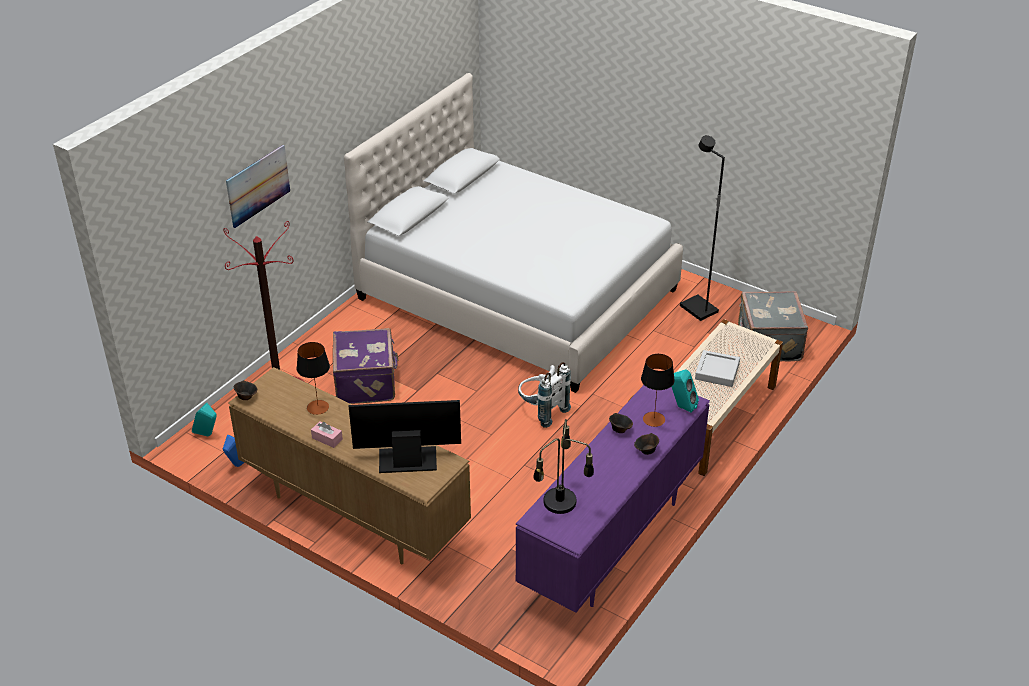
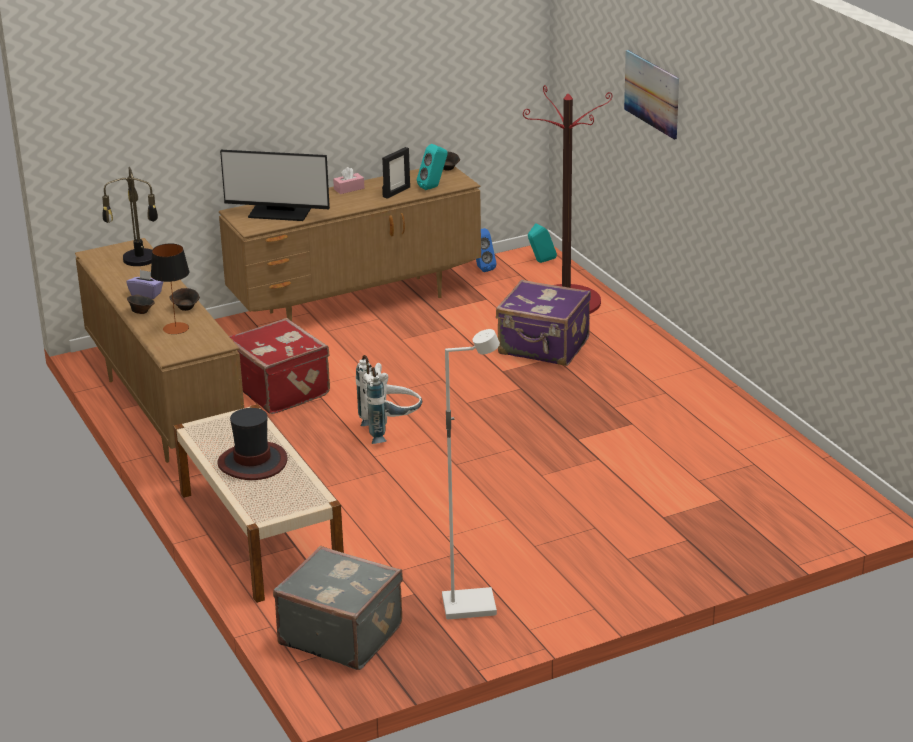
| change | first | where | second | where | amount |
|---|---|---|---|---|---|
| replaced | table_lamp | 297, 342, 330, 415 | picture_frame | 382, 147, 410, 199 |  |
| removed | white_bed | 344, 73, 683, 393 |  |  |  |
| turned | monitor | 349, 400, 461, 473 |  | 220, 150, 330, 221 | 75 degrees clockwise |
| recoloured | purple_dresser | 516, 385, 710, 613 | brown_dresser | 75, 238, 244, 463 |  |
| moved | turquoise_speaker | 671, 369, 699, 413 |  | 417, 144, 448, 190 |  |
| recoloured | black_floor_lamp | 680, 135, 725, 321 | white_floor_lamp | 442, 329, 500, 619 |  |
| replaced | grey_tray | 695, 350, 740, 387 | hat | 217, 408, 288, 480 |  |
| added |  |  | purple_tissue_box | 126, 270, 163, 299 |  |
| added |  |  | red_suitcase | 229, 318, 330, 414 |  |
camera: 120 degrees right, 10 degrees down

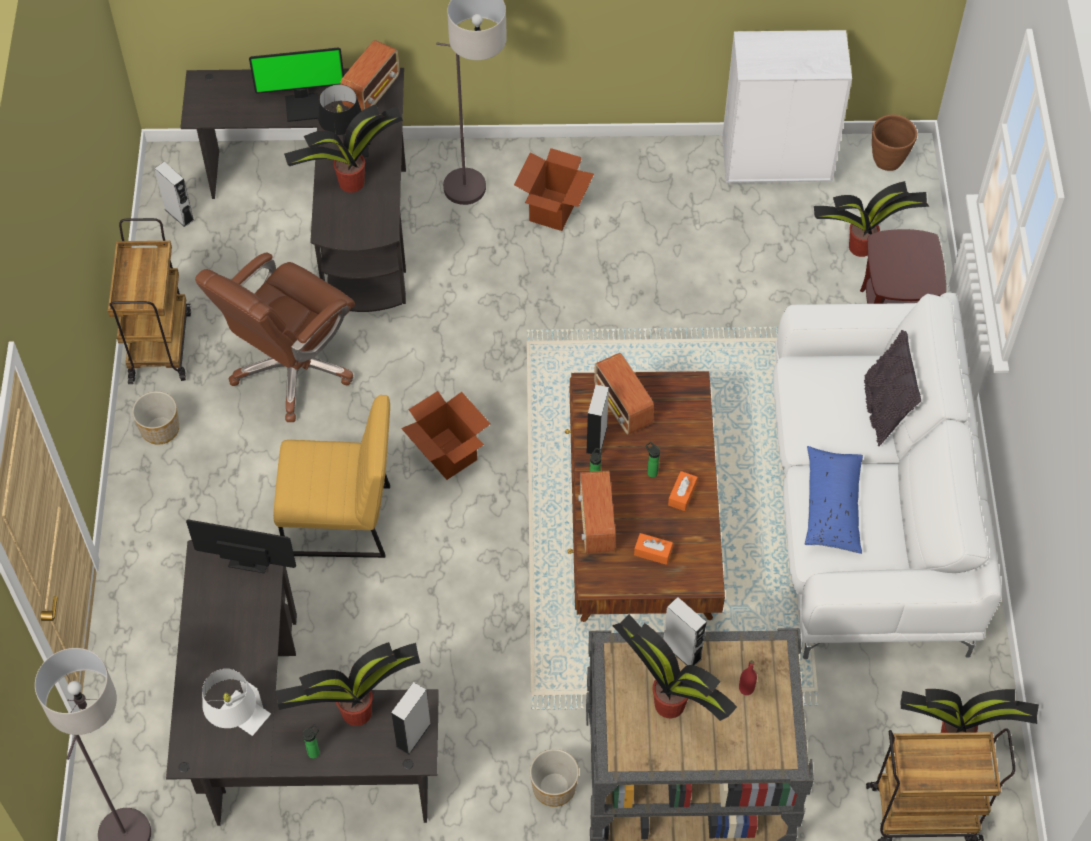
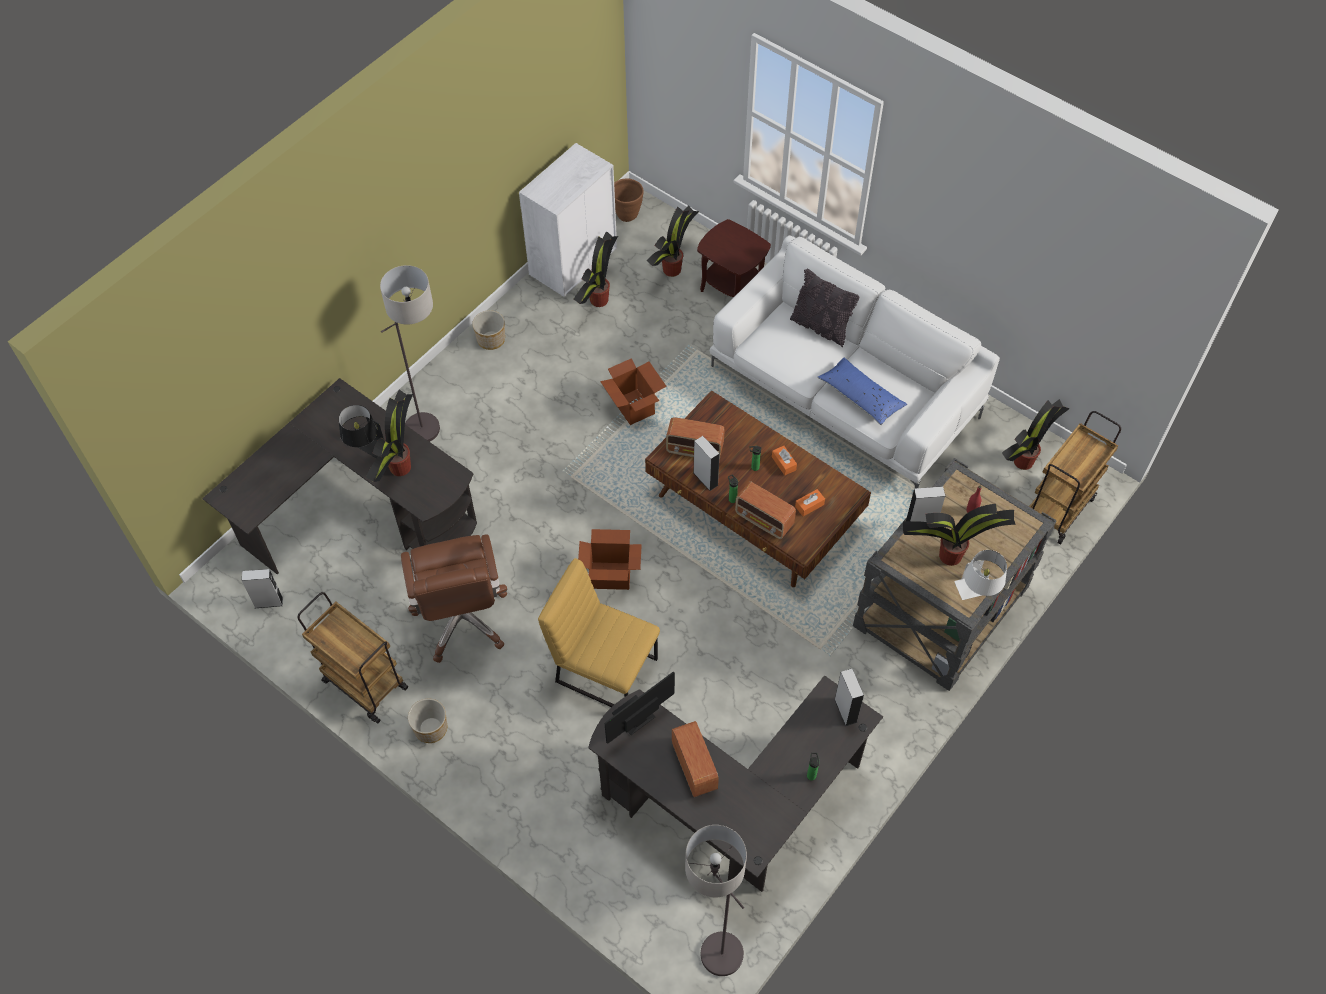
| change | first | where | second | where | amount |
|---|---|---|---|---|---|
| moved | white_table_lamp | 202, 669, 271, 736 |  | 954, 550, 1007, 600 |  |
| removed | monitor | 249, 47, 344, 122 |  |  |  |
| turned | yellow_chair | 273, 395, 390, 558 |  | 538, 558, 660, 707 | 105 degrees counterclockwise |
| moved | potted_plant | 276, 642, 420, 726 |  | 574, 231, 618, 307 |  |
| moved | radio | 340, 40, 400, 111 |  | 672, 721, 719, 797 |  |
| moved | cardboard_box | 514, 148, 594, 231 |  | 600, 358, 667, 425 |  |
| moved | planter | 530, 749, 579, 807 |  | 472, 310, 505, 350 |  |
camera: 50 degrees left, 0 degrees up

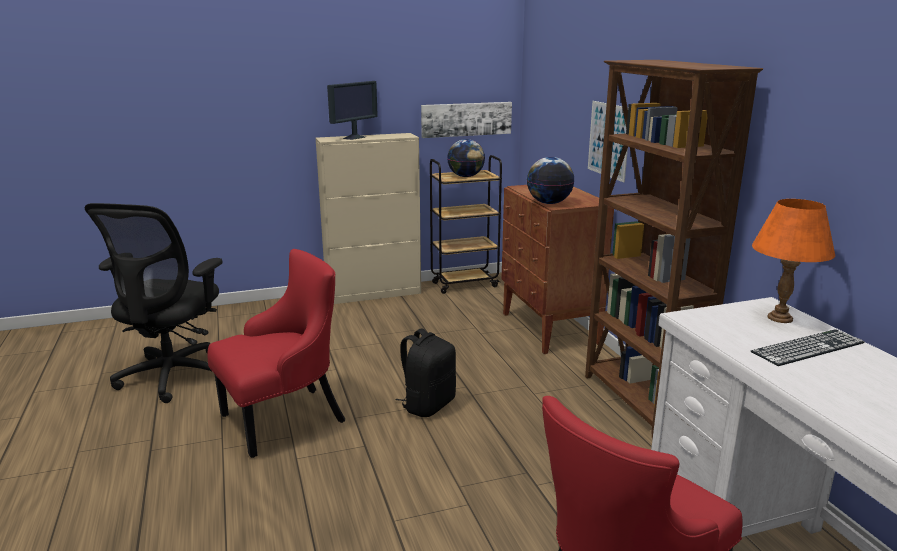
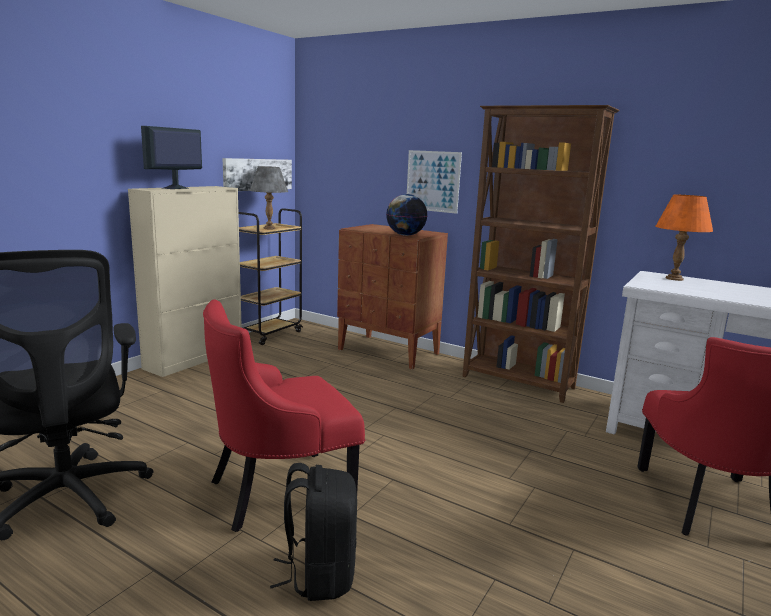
| change | first | where | second | where | amount |
|---|---|---|---|---|---|
| turned | red_chair | 207, 249, 345, 458 |  | 203, 300, 365, 532 | 135 degrees counterclockwise |
| turned | monitor | 327, 81, 378, 140 |  | 141, 126, 202, 189 | 150 degrees counterclockwise |
| moved | black_backpack | 395, 328, 456, 417 |  | 270, 463, 357, 601 |  |
| replaced | globe | 447, 139, 485, 177 | grey_table_lamp | 250, 166, 288, 229 |  |
| removed | keyboard | 751, 329, 865, 366 |  |  |  |
camera: 40 degrees left, 5 degrees down

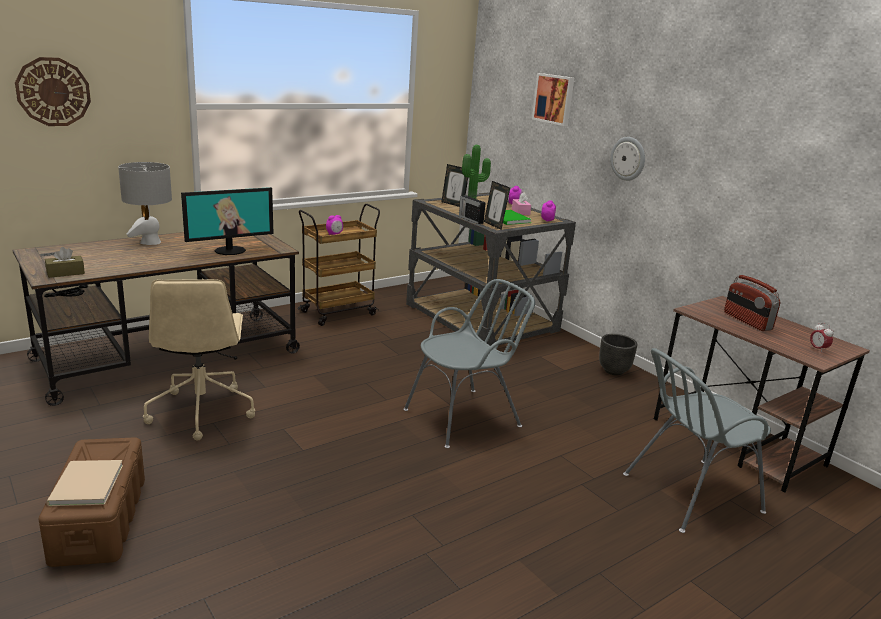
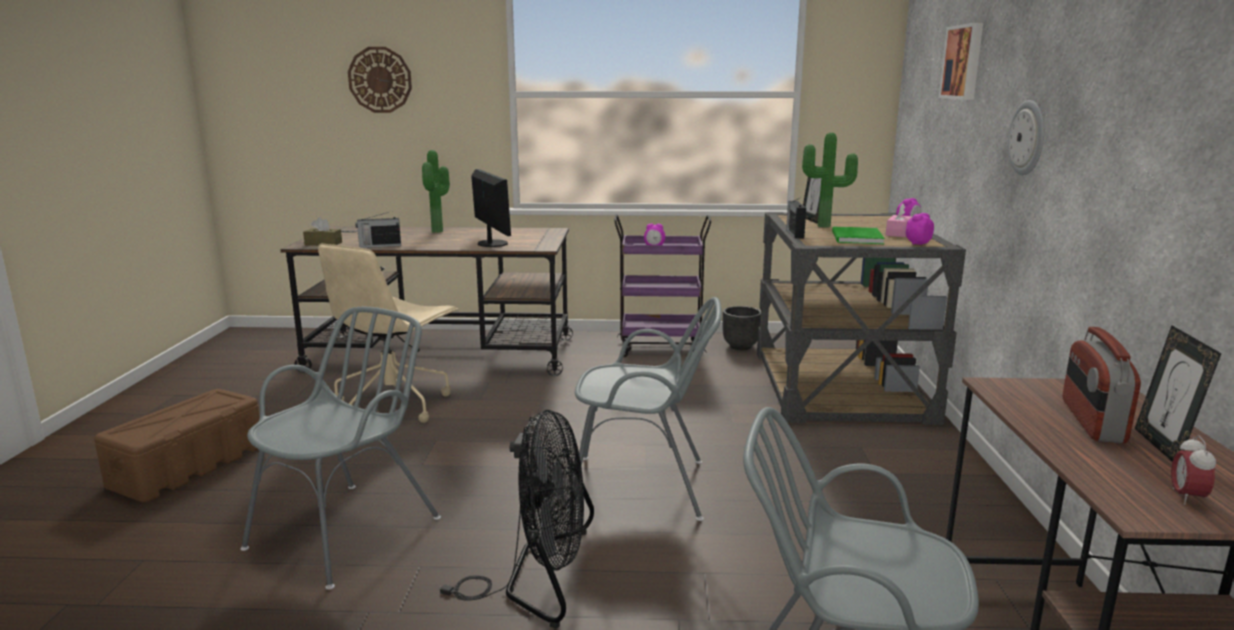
| change | first | where | second | where | amount |
|---|---|---|---|---|---|
| removed | beige_book | 46, 460, 123, 506 |  |  |  |
| replaced | grey_table_lamp | 118, 162, 172, 245 | potted_plant | 422, 150, 450, 233 |  |
| turned | monitor | 181, 187, 274, 255 |  | 471, 169, 511, 247 | 120 degrees counterclockwise |
| recoloured | brown_cart | 297, 204, 380, 326 | purple_cart | 614, 214, 711, 357 |  |
| moved | picture_frame | 484, 181, 510, 230 |  | 1134, 325, 1222, 462 |  |
| moved | black_planter | 599, 334, 637, 376 |  | 722, 306, 761, 350 |  |
| added |  |  | grey_chair | 240, 307, 441, 590 |  |
| added |  |  | radio | 355, 212, 401, 248 |  |
| added |  |  | black_fan | 438, 410, 594, 629 |  |
camera: 40 degrees right, 5 degrees down

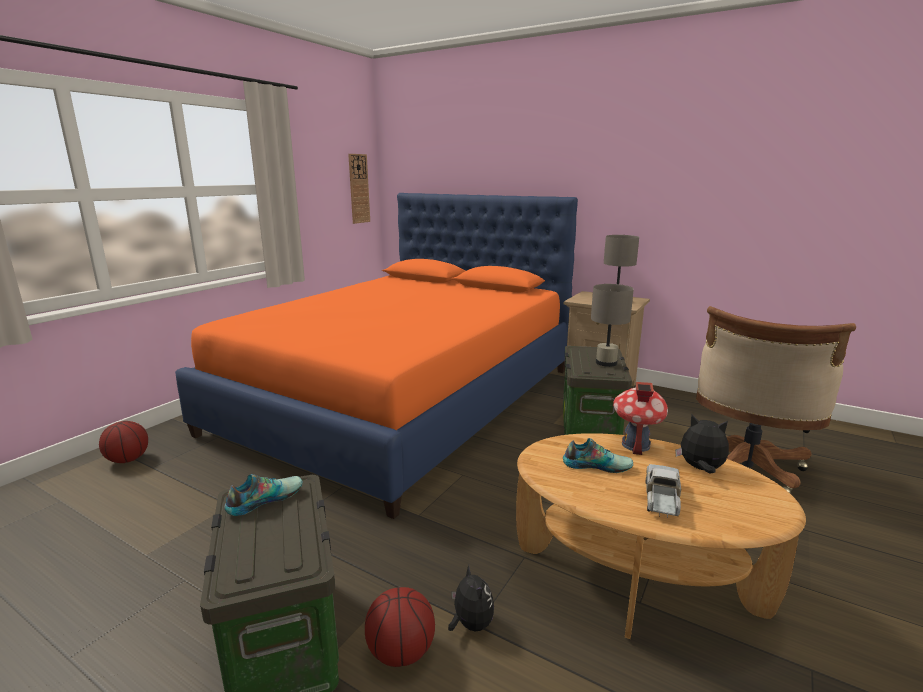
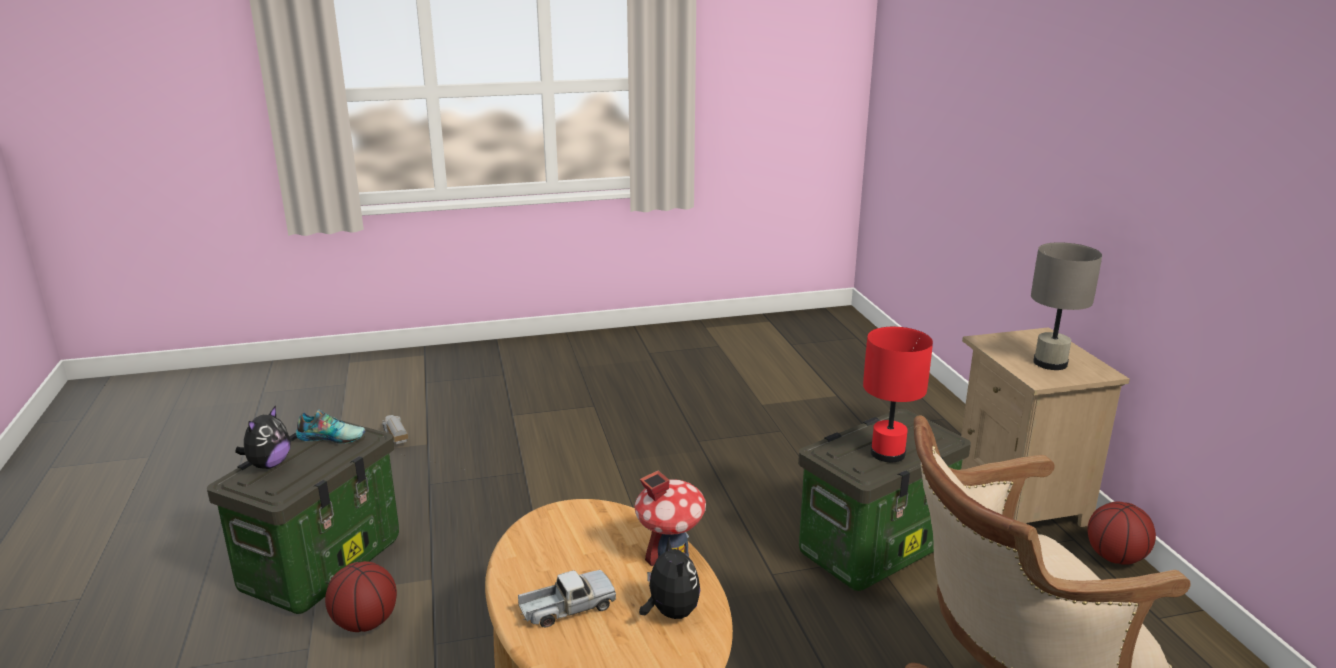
| change | first | where | second | where | amount |
|---|---|---|---|---|---|
| moved | basketball | 99, 421, 148, 463 |  | 1088, 502, 1156, 565 |  |
| removed | orange_bed | 175, 193, 578, 519 |  |  |  |
| removed | wall_clock | 348, 154, 370, 224 |  |  |  |
| moved | plush_toy | 448, 565, 494, 631 |  | 235, 405, 291, 469 |  |
| removed | shoe | 563, 438, 633, 473 |  |  |  |
| recoloured | grey_table_lamp | 591, 284, 634, 367 | red_table_lamp | 863, 327, 933, 462 |  |
| added |  |  | toy_truck | 382, 415, 408, 444 |  |
camera: 45 degrees right, 5 degrees up

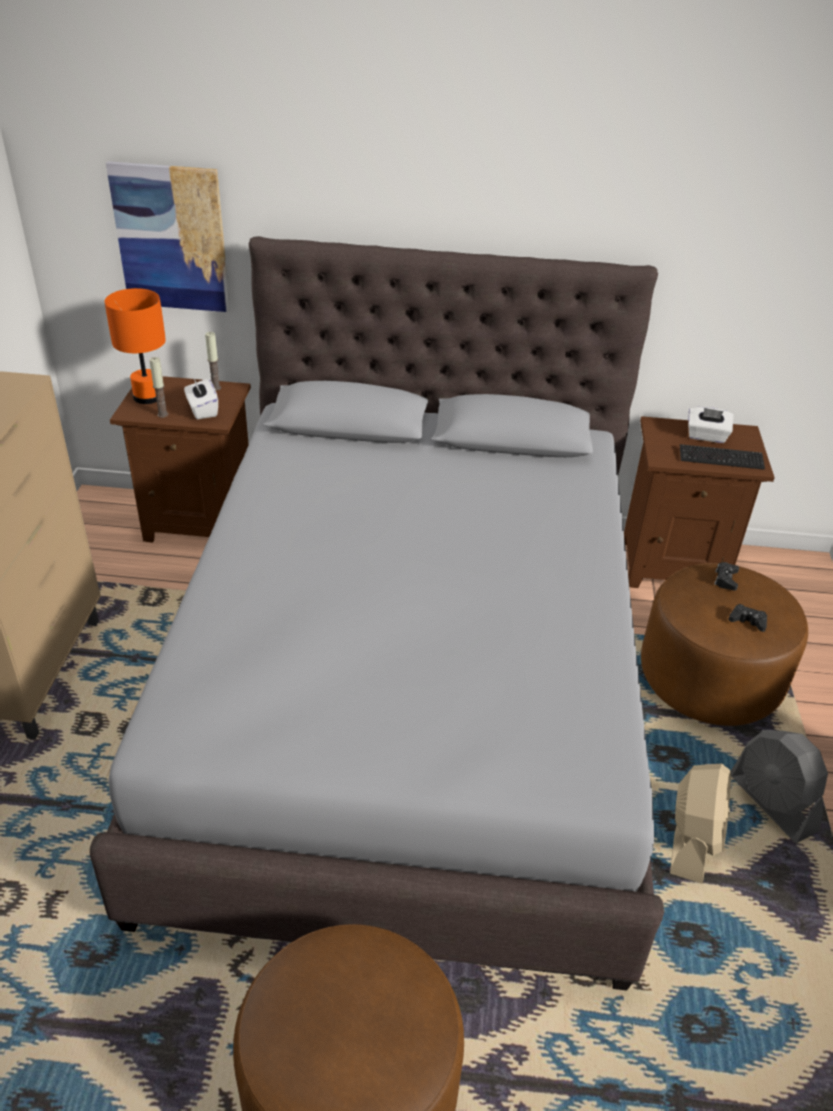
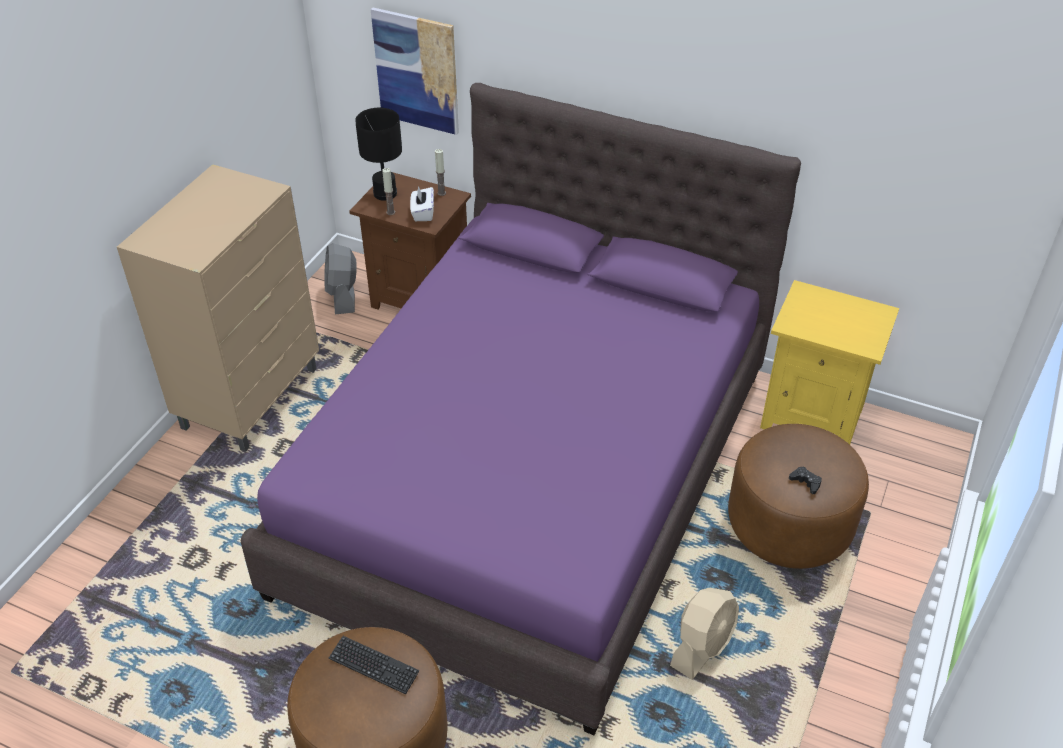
| change | first | where | second | where | amount |
|---|---|---|---|---|---|
| recoloured | grey_bed | 90, 236, 664, 991 | purple_bed | 241, 83, 801, 735 |  |
| recoloured | orange_table_lamp | 105, 288, 166, 404 | black_table_lamp | 355, 108, 402, 201 |  |
| recoloured | brown_nightstand | 624, 416, 775, 588 | yellow_nightstand | 760, 280, 899, 445 |  |
| moved | keyboard | 680, 444, 765, 470 |  | 329, 636, 419, 694 |  |
| removed | white_tissue_box | 688, 407, 734, 443 |  |  |  |
| removed | black_game_controller | 714, 562, 739, 591 |  |  |  |
| moved | grey_fan | 731, 730, 828, 843 |  | 324, 243, 357, 315 |  |
camera: 20 degrees right, 5 degrees up

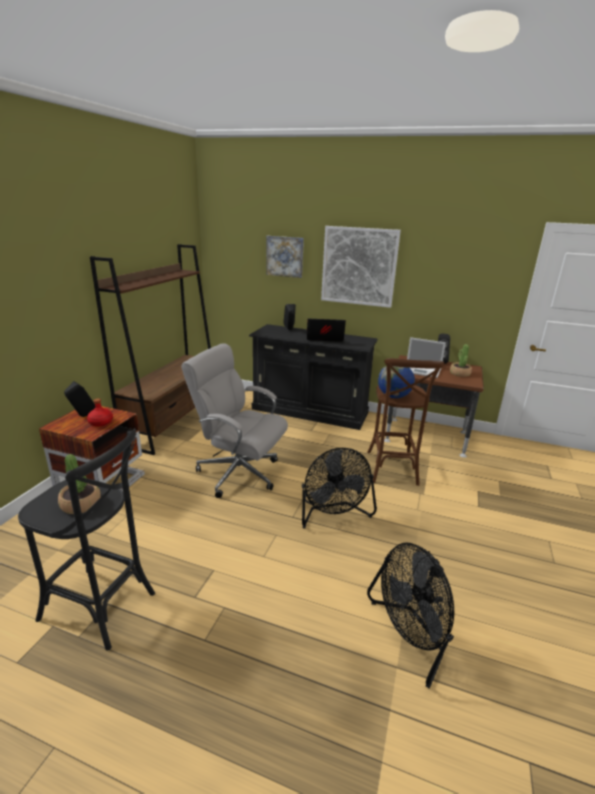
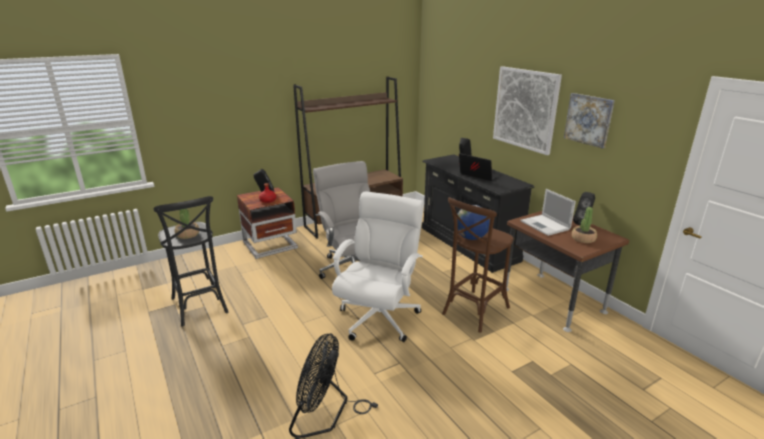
| change | first | where | second | where | amount |
|---|---|---|---|---|---|
| moved | picture | 266, 236, 304, 278 |  | 564, 93, 615, 148 |  |
| replaced | black_fan | 302, 448, 377, 529 | white_office_chair | 332, 192, 424, 342 |  |
camera: 40 degrees right, 0 degrees up

